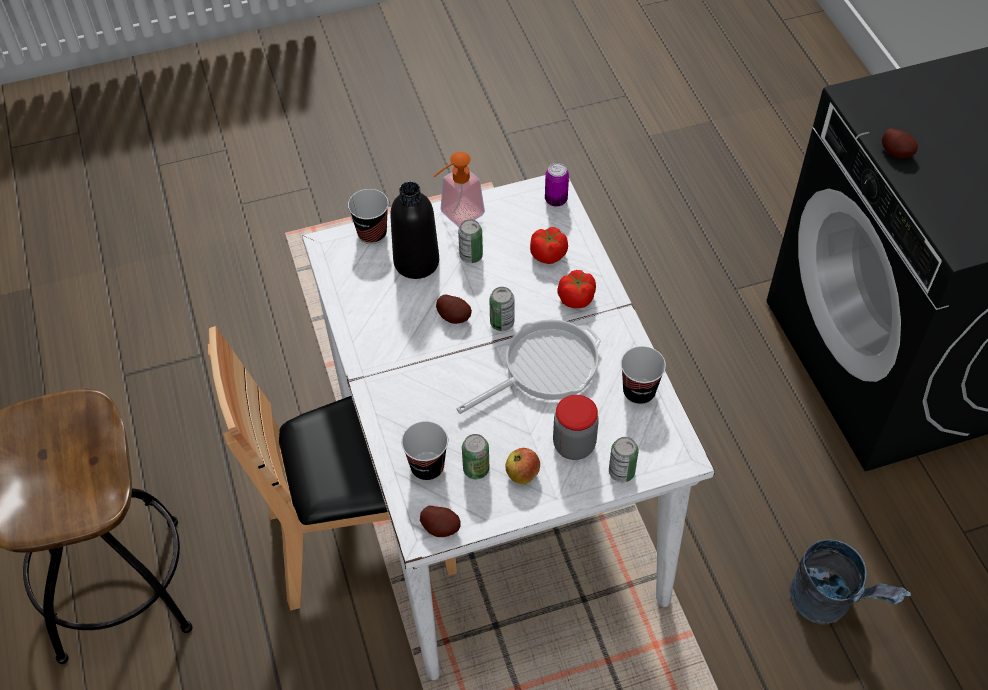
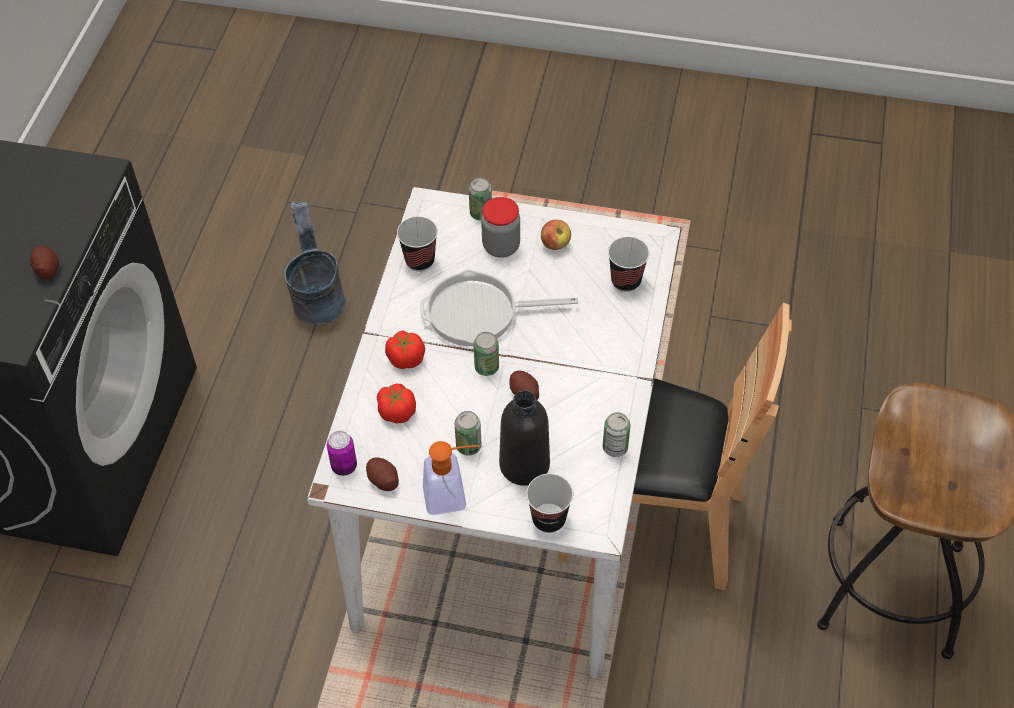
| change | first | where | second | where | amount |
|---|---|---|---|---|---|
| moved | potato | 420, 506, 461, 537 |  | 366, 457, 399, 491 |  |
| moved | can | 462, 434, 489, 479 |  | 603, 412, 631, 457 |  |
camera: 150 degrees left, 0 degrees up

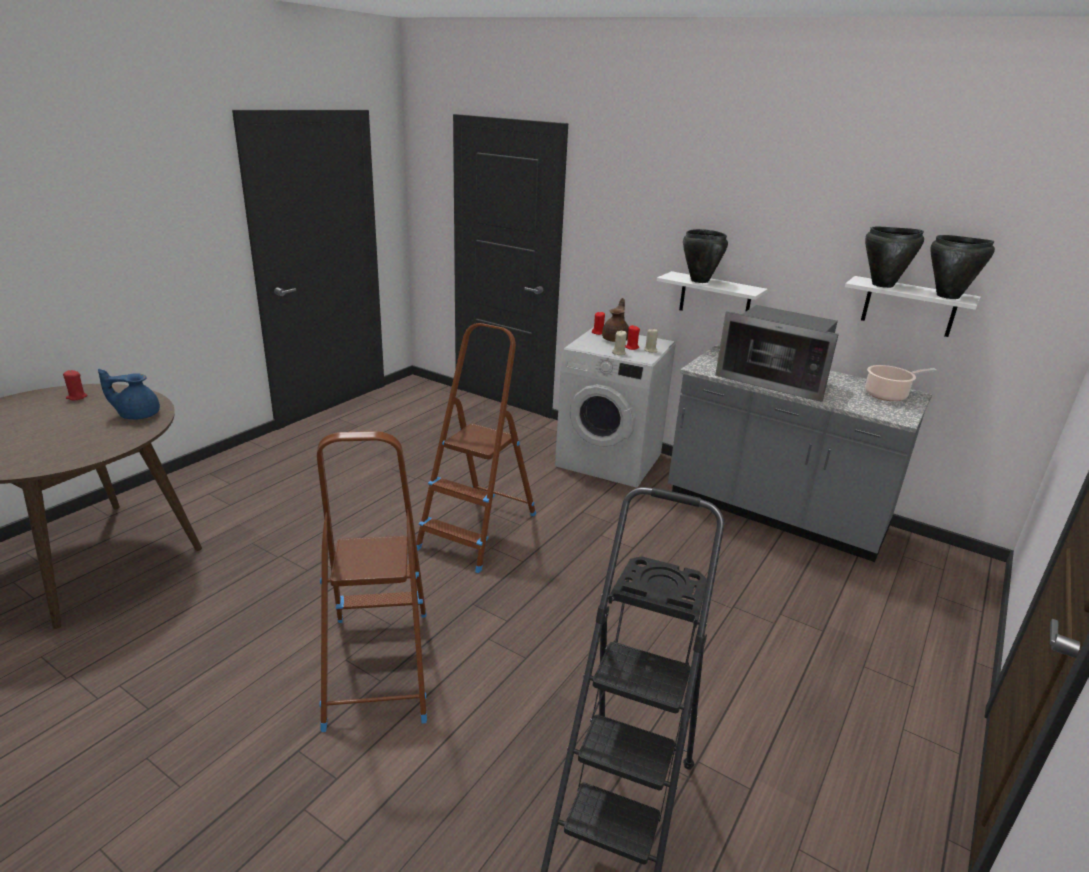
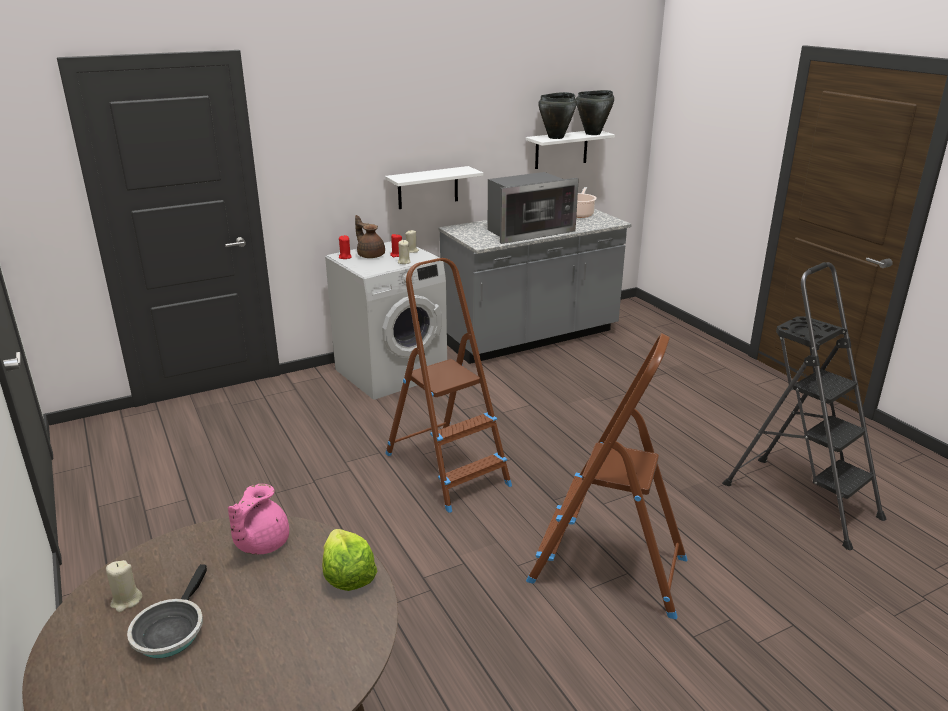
| change | first | where | second | where | amount |
|---|---|---|---|---|---|
| recoloured | red_candle | 63, 370, 88, 400 | beige_candle | 106, 560, 142, 612 |  |
| recoloured | blue_teapot | 98, 369, 160, 419 | pink_teapot | 228, 484, 289, 554 |  |
| removed | black_cooking_pot | 683, 229, 728, 283 |  |  |  |
| added |  |  | frying_pan | 127, 564, 207, 658 |  |
| added |  |  | lettuce | 322, 529, 377, 591 |  |
camera: 60 degrees left, 0 degrees up

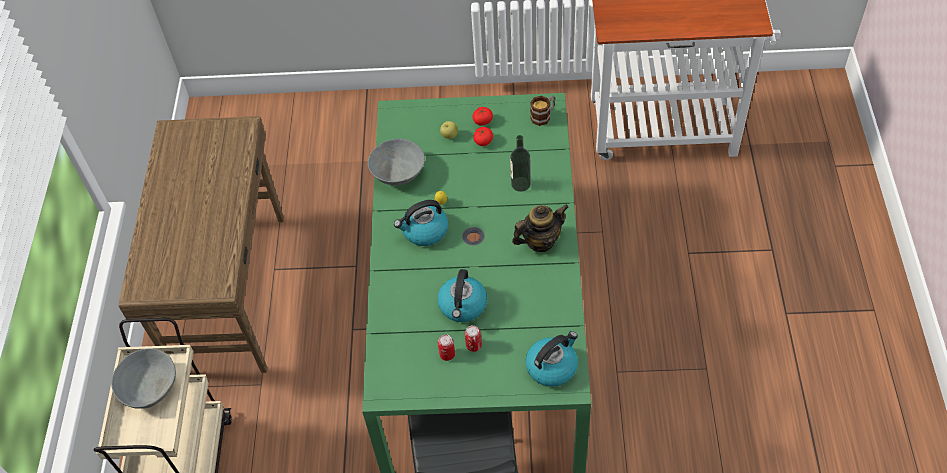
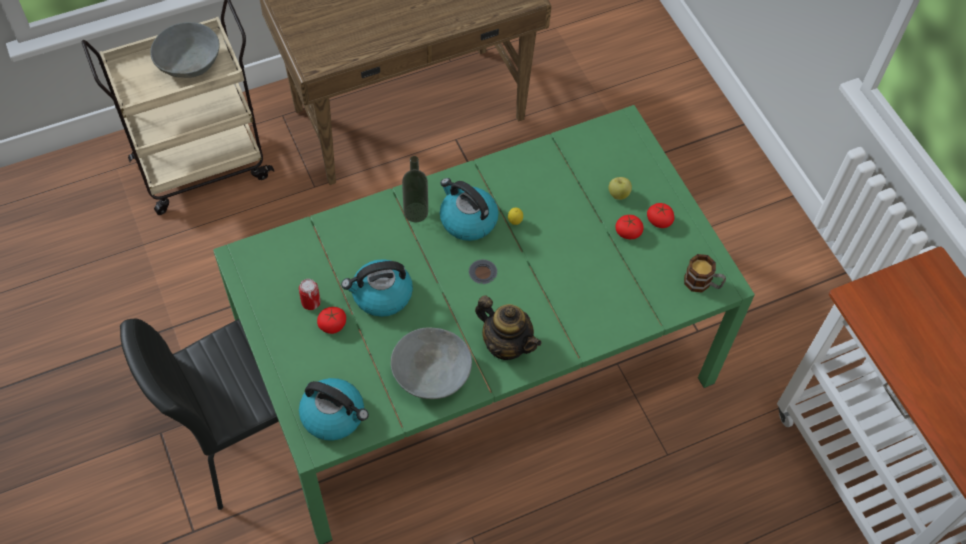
| change | first | where | second | where | amount |
|---|---|---|---|---|---|
| moved | grey_bowl | 368, 139, 425, 186 |  | 391, 328, 472, 399 |  |
| replaced | can | 465, 325, 482, 352 | tomato | 317, 307, 346, 334 |  |
| moved | bottle | 510, 135, 531, 192 |  | 402, 156, 428, 222 |  |
camera: 60 degrees right, 5 degrees up

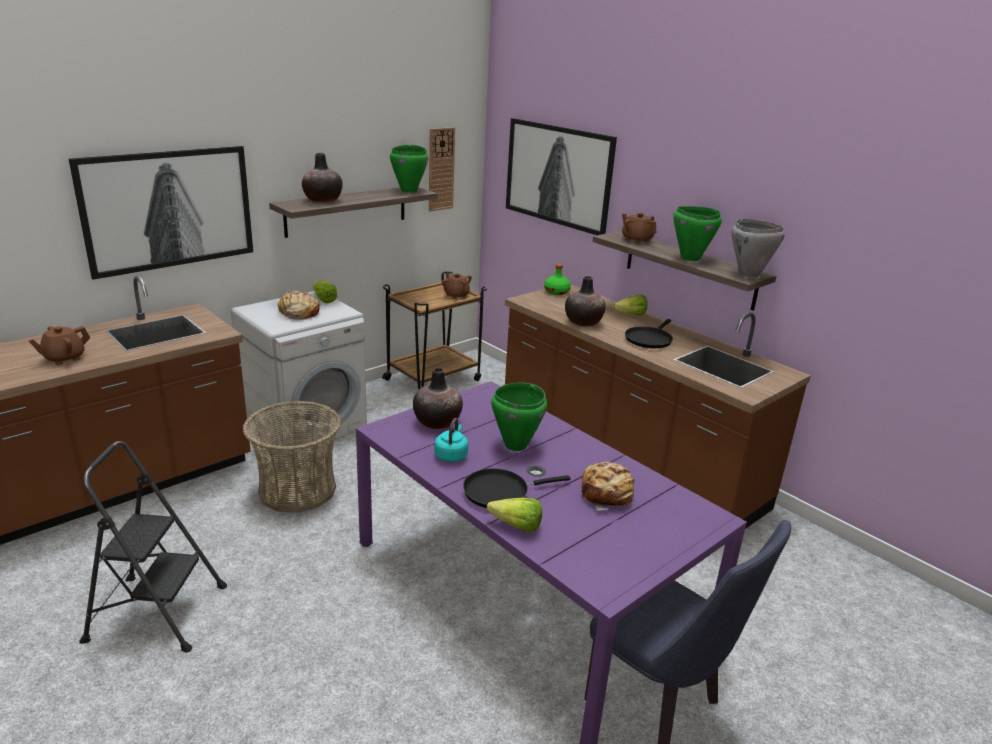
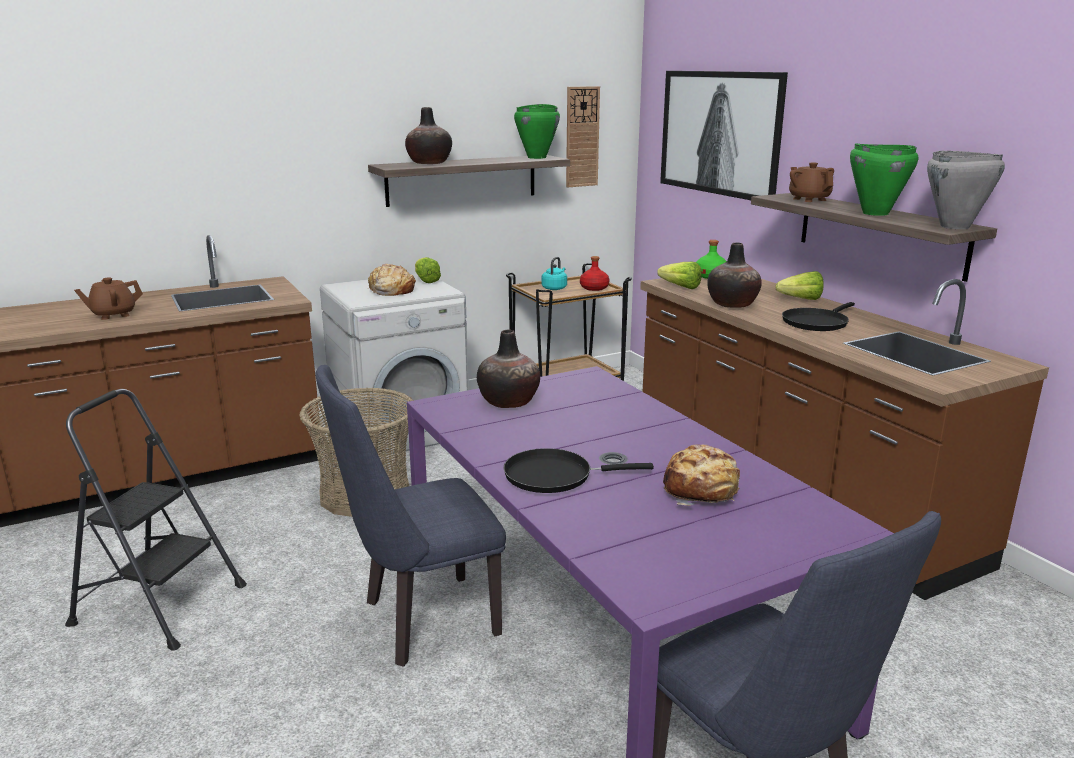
| change | first | where | second | where | amount |
|---|---|---|---|---|---|
| removed | picture | 69, 146, 253, 280 |  |  |  |
| moved | turquoise_kettle | 434, 418, 468, 462 |  | 542, 257, 567, 290 |  |
| replaced | brown_teapot | 442, 273, 472, 299 | red_bottle | 580, 256, 610, 291 |  |
| moved | lettuce | 487, 498, 542, 532 |  | 657, 262, 701, 289 |  |
| removed | green_cooking_pot | 491, 383, 547, 451 |  |  |  |
| added |  |  | blue_chair | 315, 365, 506, 667 |  |
camera: 15 degrees right, 5 degrees down

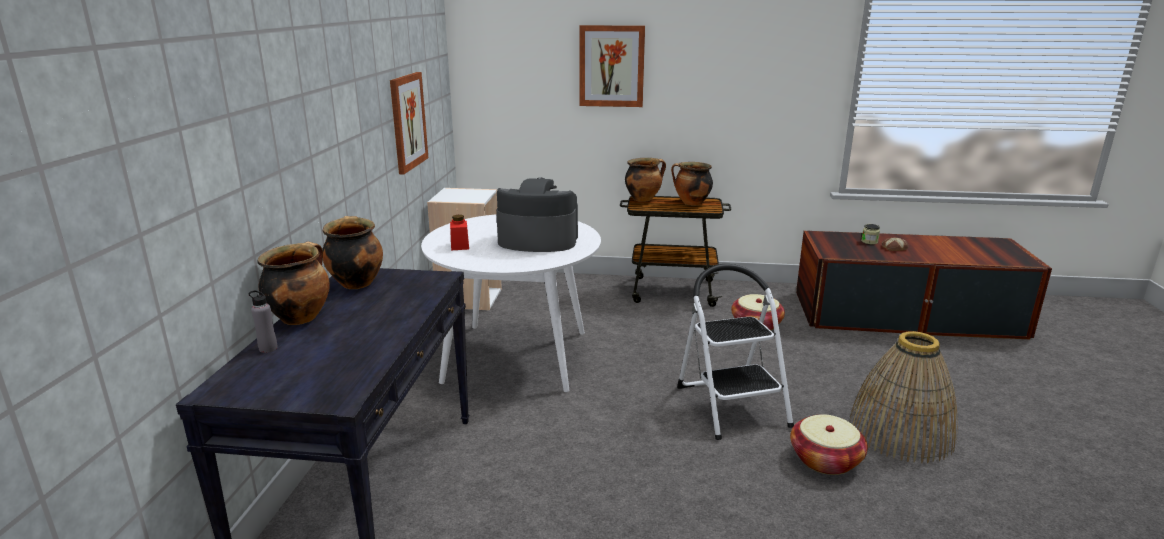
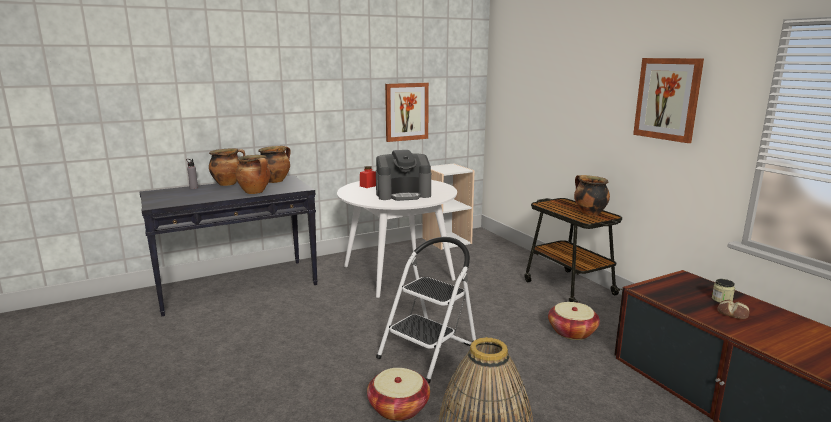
| change | first | where | second | where | amount |
|---|---|---|---|---|---|
| turned | coffee_machine | 496, 178, 578, 252 |  | 376, 150, 431, 201 | 105 degrees clockwise |
| moved | picture | 579, 25, 645, 107 |  | 633, 58, 704, 143 |  |
| moved | cooking_pot | 625, 158, 666, 202 |  | 236, 155, 271, 194 |  |
camera: 55 degrees right, 5 degrees down

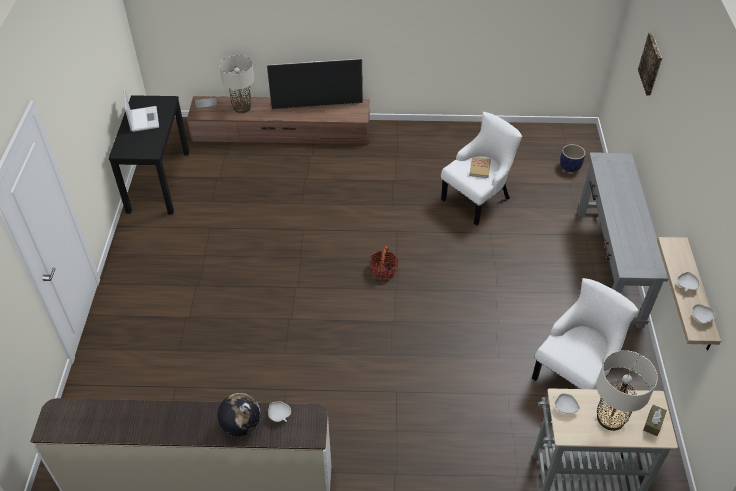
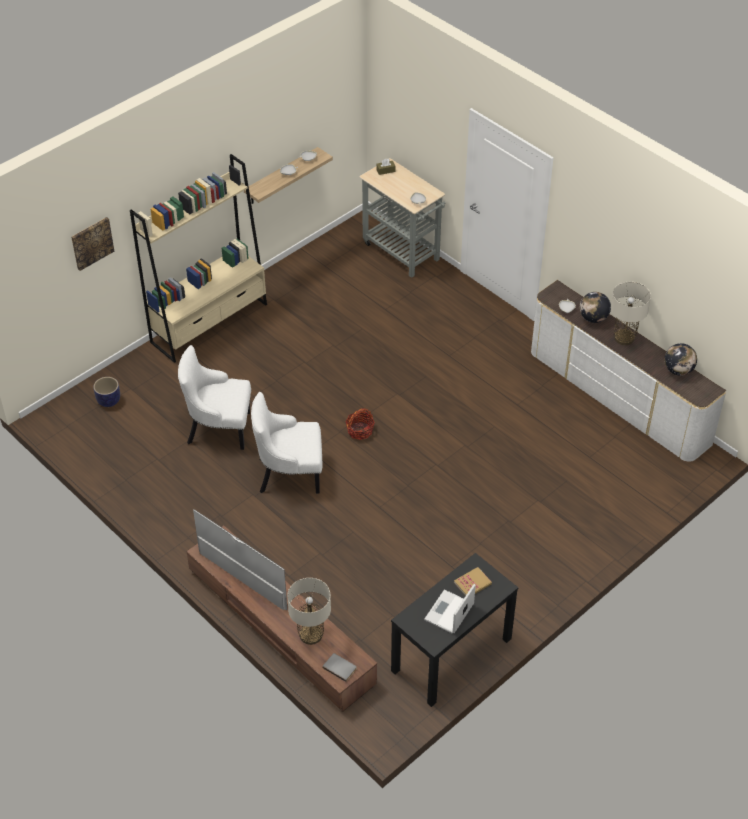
| change | first | where | second | where | amount |
|---|---|---|---|---|---|
| moved | book | 469, 157, 491, 178 |  | 454, 567, 492, 596 |  |
| moved | white_armchair | 532, 278, 639, 389 |  | 251, 392, 323, 494 |  |
| replaced | grey_console_table | 577, 152, 668, 328 | beige_bookcase | 130, 154, 267, 363 |  |
| moved | table_lamp | 596, 350, 658, 431 |  | 611, 282, 651, 345 |  |
| added |  |  | globe | 664, 343, 697, 375 |  |
camera: 135 degrees left, 0 degrees up

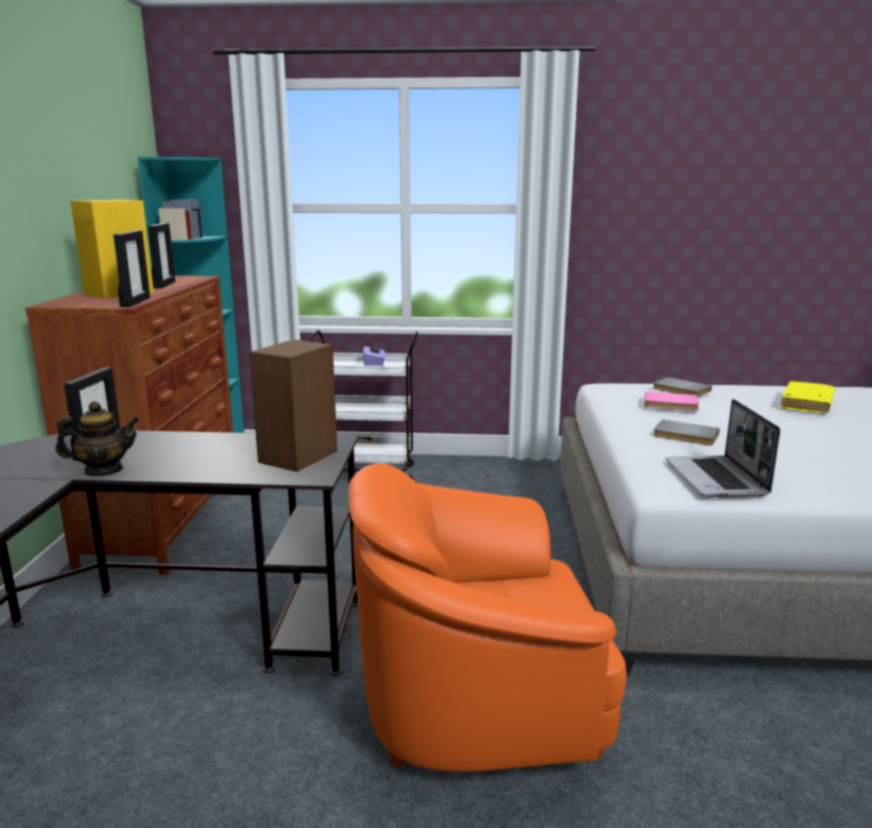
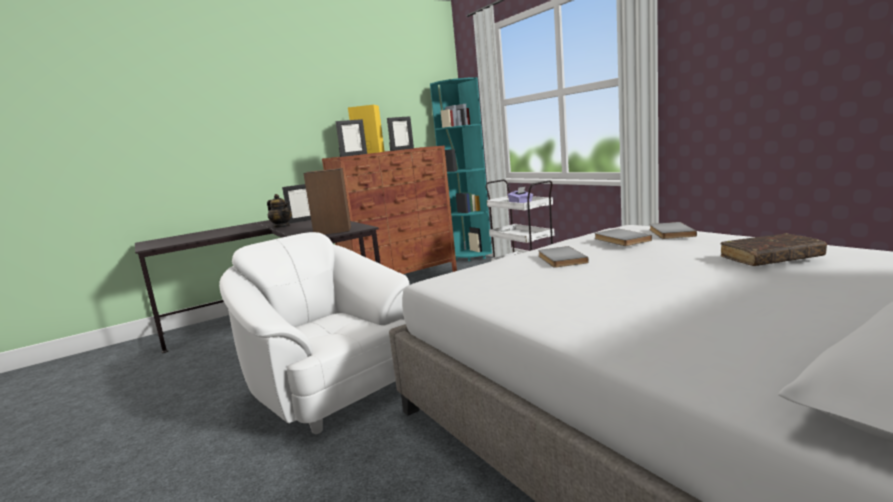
| change | first | where | second | where | amount |
|---|---|---|---|---|---|
| recoloured | orange_armchair | 349, 463, 626, 772 | white_armchair | 219, 232, 410, 434 |  |
| recoloured | pink_book | 644, 392, 699, 411 | grey_book | 594, 229, 652, 246 |  |
| removed | laptop | 665, 399, 780, 497 |  |  |  |
| recoloured | yellow_book | 781, 381, 835, 413 | brown_book | 720, 233, 827, 266 |  |
camera: 55 degrees right, 5 degrees down

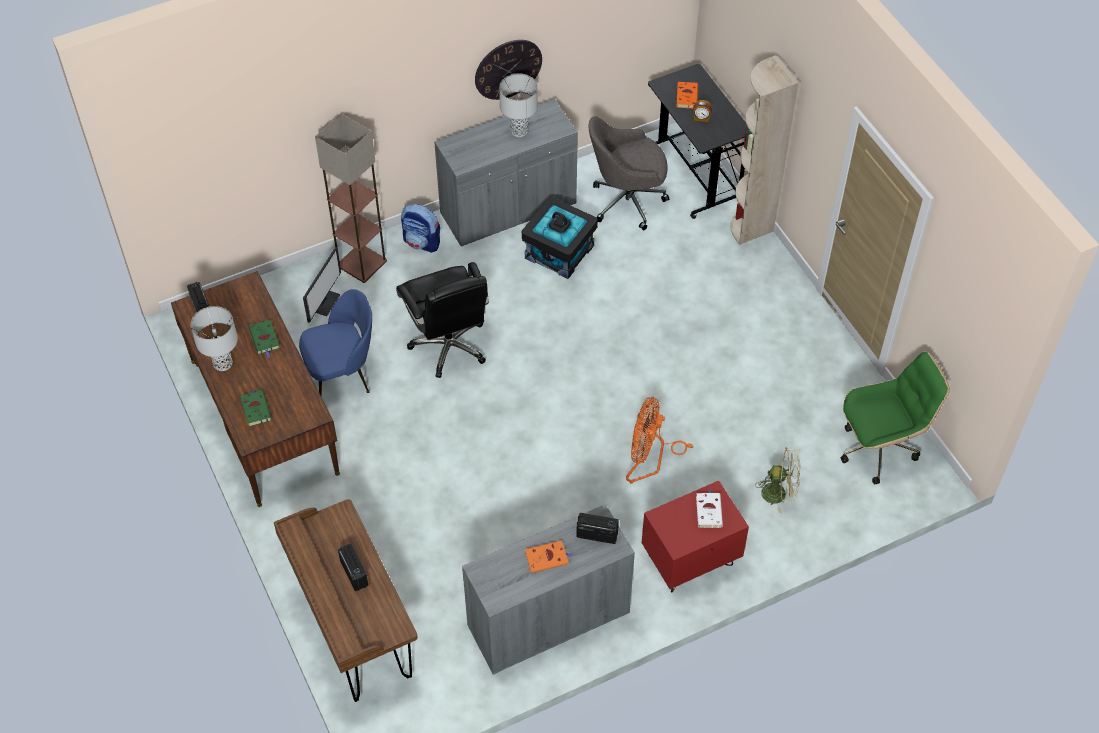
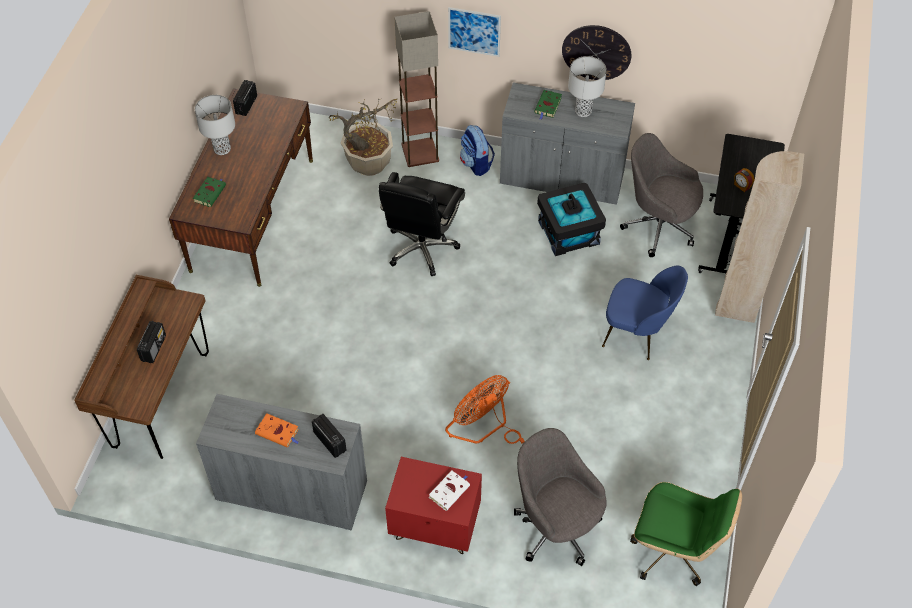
| change | first | where | second | where | amount |
|---|---|---|---|---|---|
| moved | green_book | 249, 320, 280, 358 |  | 534, 90, 562, 120 |  |
| moved | blue_chair | 299, 289, 372, 395 |  | 602, 266, 688, 360 |  |
| replaced | monitor | 303, 247, 341, 323 | potted_plant | 328, 99, 397, 176 |  |
| removed | orange_book | 676, 82, 698, 109 |  |  |  |
| replaced | beige_fan | 755, 447, 800, 513 | grey_office_chair | 514, 428, 607, 566 |  |
| added |  |  | picture | 448, 7, 501, 57 |  |
camera: 40 degrees right, 0 degrees up

